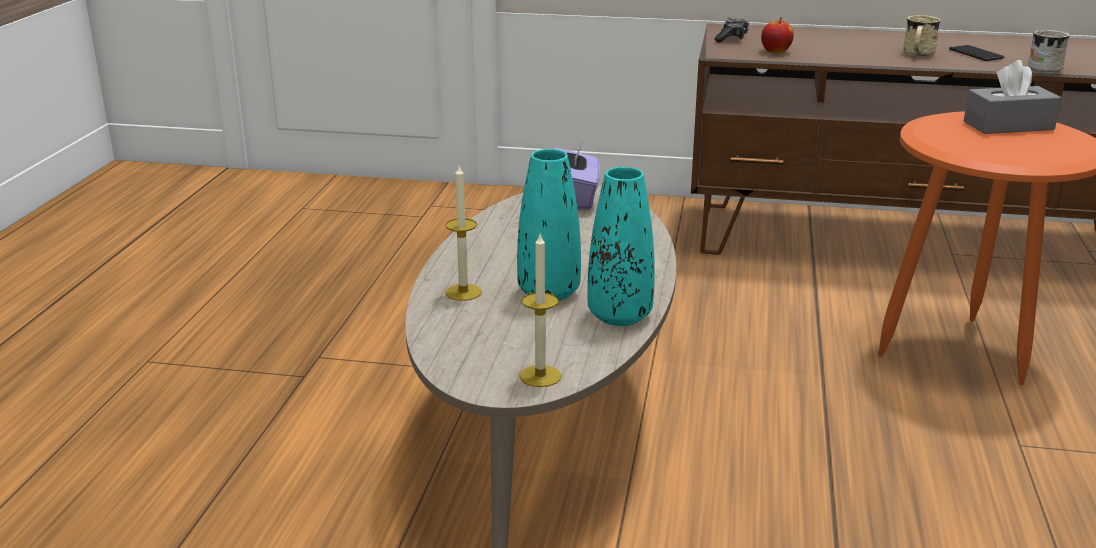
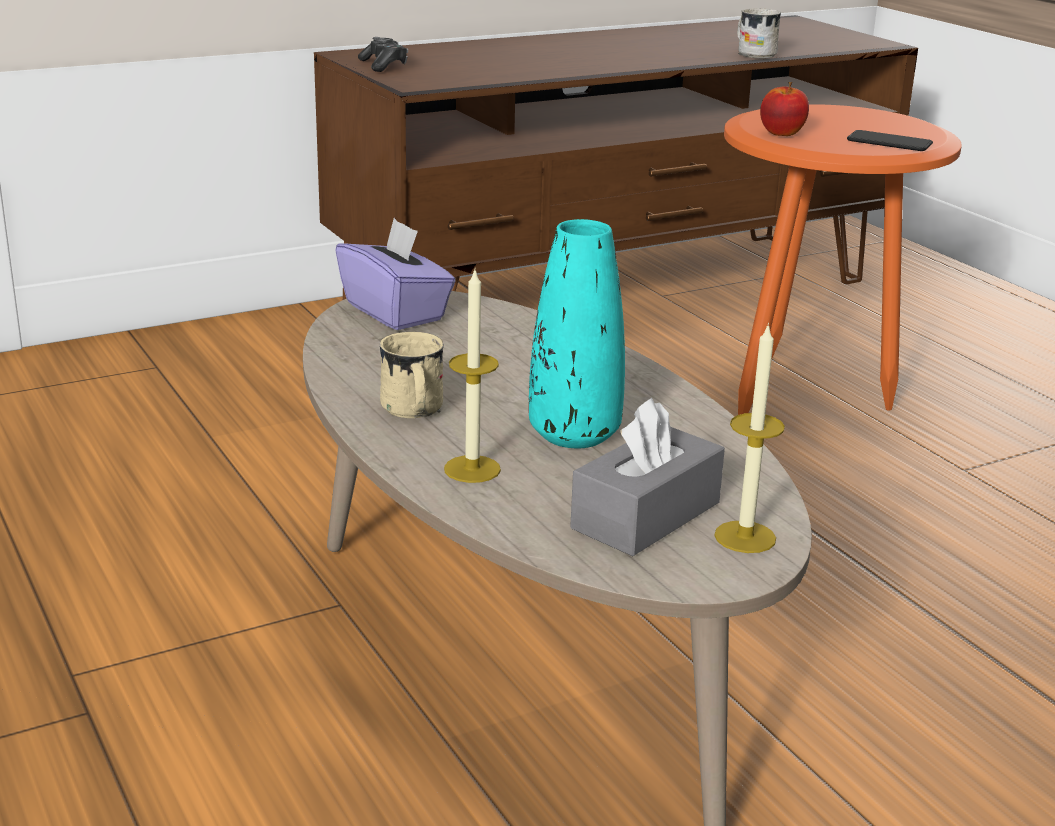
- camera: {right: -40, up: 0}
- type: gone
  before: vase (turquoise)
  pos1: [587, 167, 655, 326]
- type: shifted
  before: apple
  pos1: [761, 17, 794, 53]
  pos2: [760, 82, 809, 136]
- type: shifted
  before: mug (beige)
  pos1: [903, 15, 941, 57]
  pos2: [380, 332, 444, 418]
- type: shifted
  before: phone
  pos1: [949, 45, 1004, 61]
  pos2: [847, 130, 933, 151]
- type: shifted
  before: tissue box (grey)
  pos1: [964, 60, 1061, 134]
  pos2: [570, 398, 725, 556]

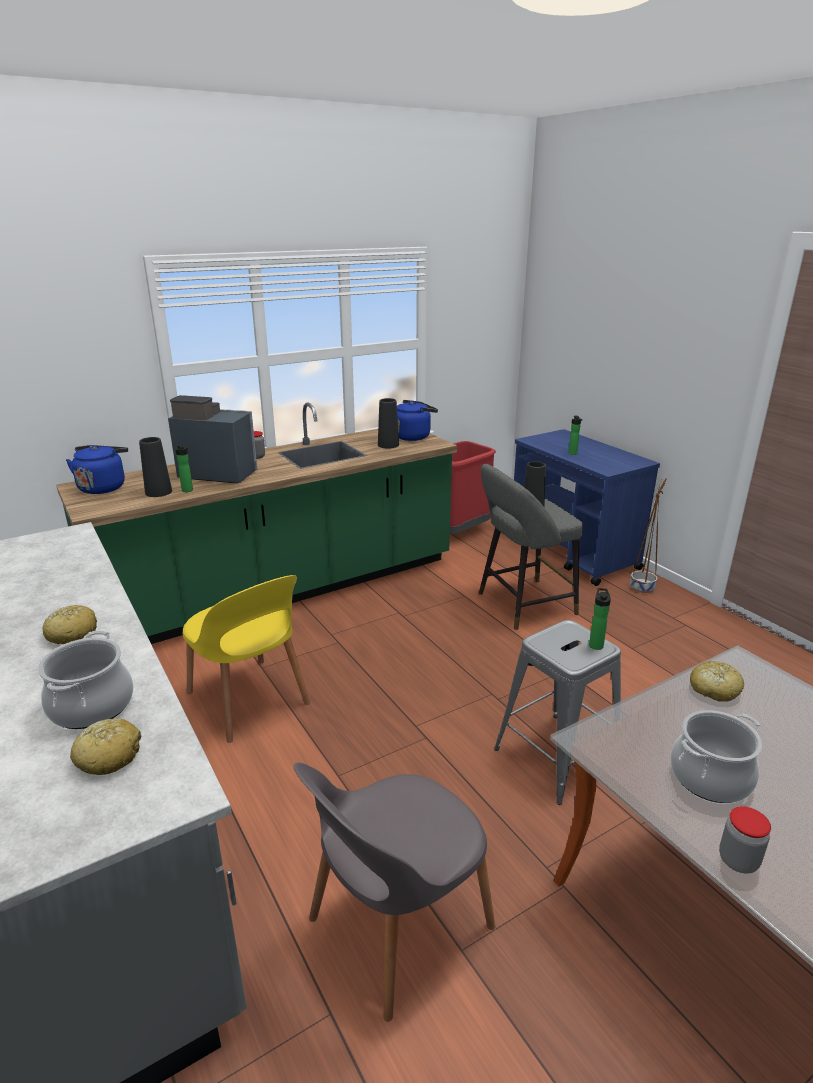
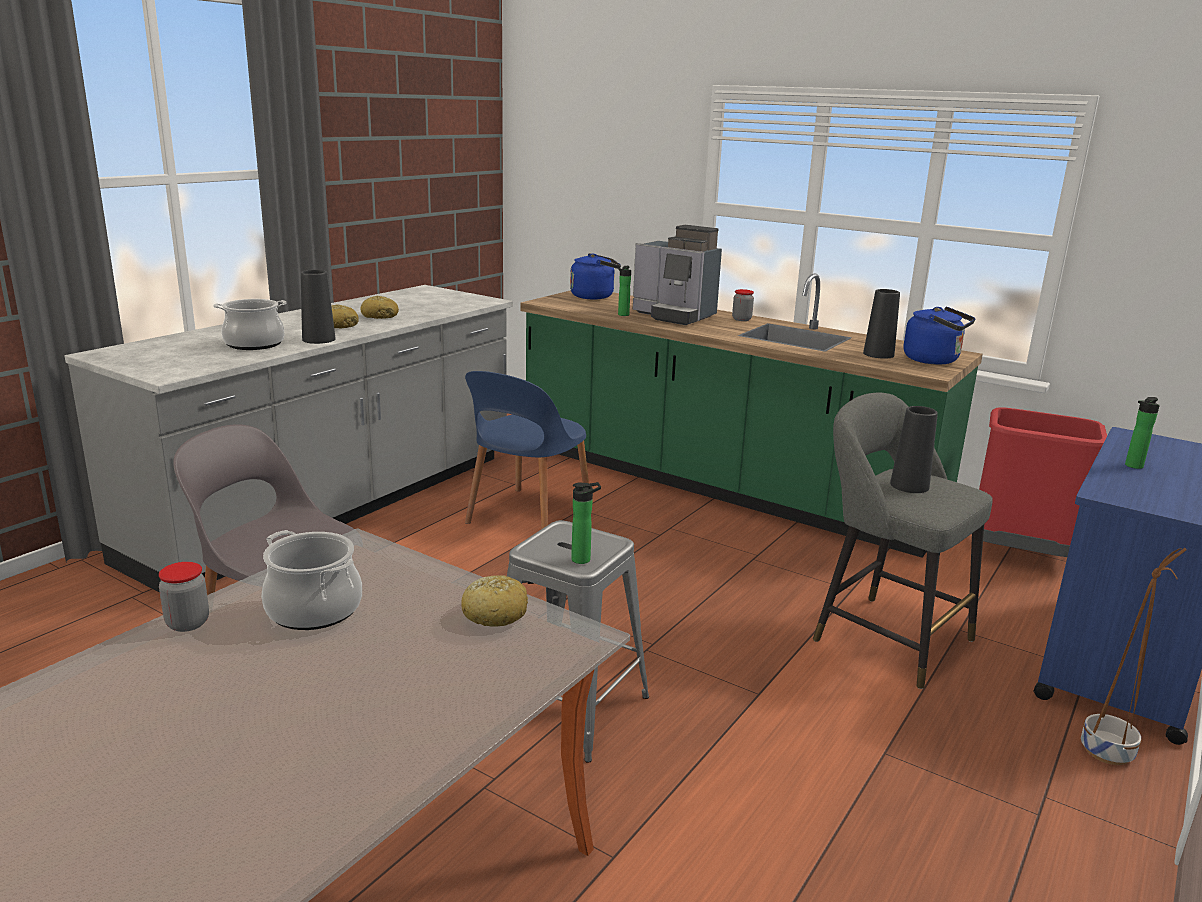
- camera: {right: 65, up: -5}
- type: shifted
  before: bread
  pos1: [70, 719, 141, 775]
  pos2: [360, 296, 399, 319]
- type: shifted
  before: vase (black)
  pos1: [139, 437, 172, 497]
  pos2: [301, 270, 336, 344]
- type: repainted
  before: chair (yellow)
  after: chair (blue)
  pos1: [183, 575, 310, 743]
  pos2: [465, 371, 589, 529]
- type: rotated
  before: coffee machine
  pos1: [168, 395, 258, 484]
  pos2: [633, 225, 722, 325]
  turn: 135

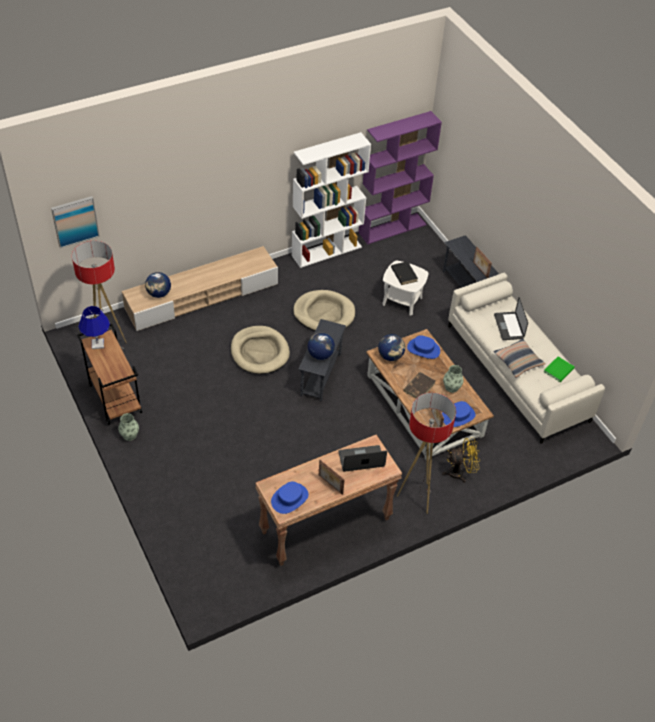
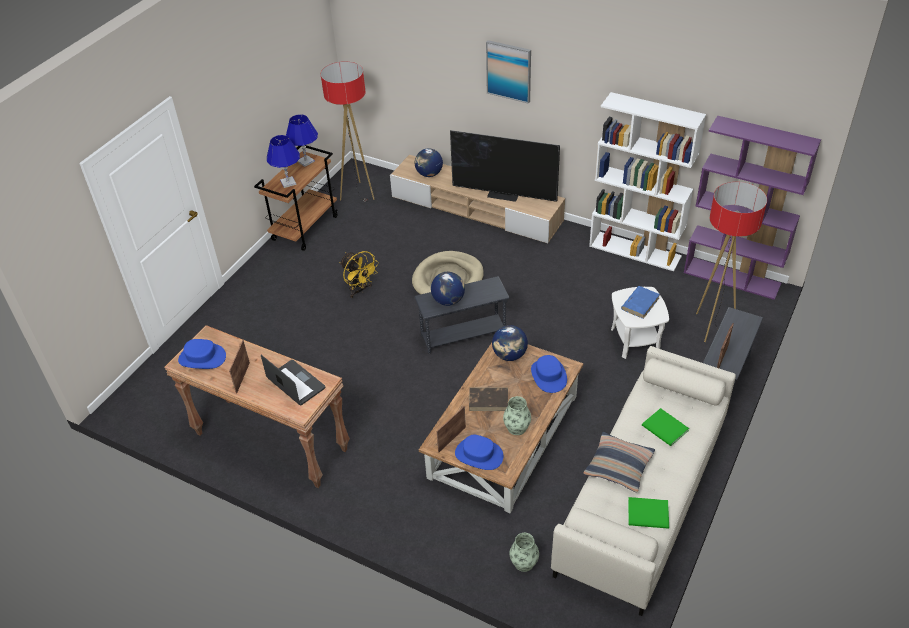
- camera: {right: 60, up: -5}
- type: gone
  before: dog bed (beige)
  pos1: [293, 290, 355, 331]
- type: new
  after: table lamp (blue)
  pos2: [267, 135, 300, 188]
- type: new
  after: television
  pos2: [450, 130, 560, 202]
- type: shifted
  before: picture
  pos1: [51, 196, 100, 248]
  pos2: [486, 40, 531, 104]
- type: shifted
  before: vase
  pos1: [118, 413, 139, 441]
  pos2: [509, 533, 539, 572]
- type: shifted
  before: floor lamp
  pos1: [397, 393, 456, 514]
  pos2: [696, 182, 767, 342]
- type: shifted
  before: fan (yellow)
  pos1: [442, 438, 480, 483]
  pos2: [340, 251, 379, 298]
- type: swapped
  before: laptop
  after: book (green)
  pos1: [494, 297, 528, 340]
  pos2: [642, 408, 689, 446]
- type: repainted
  before: book (black)
  after: book (blue)
  pos1: [391, 261, 418, 285]
  pos2: [621, 286, 660, 319]

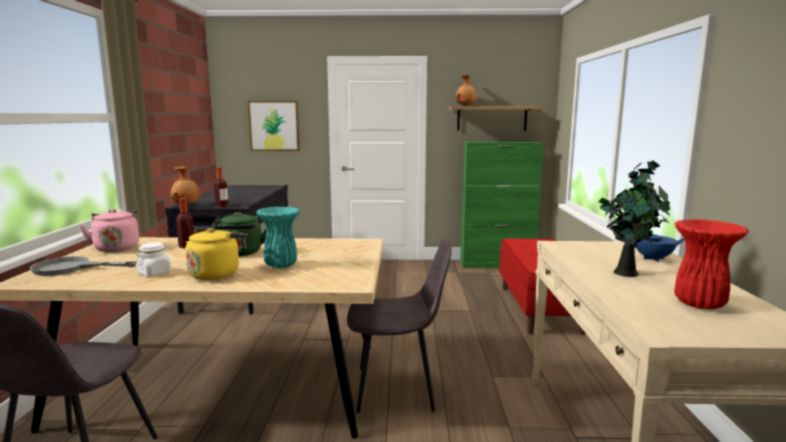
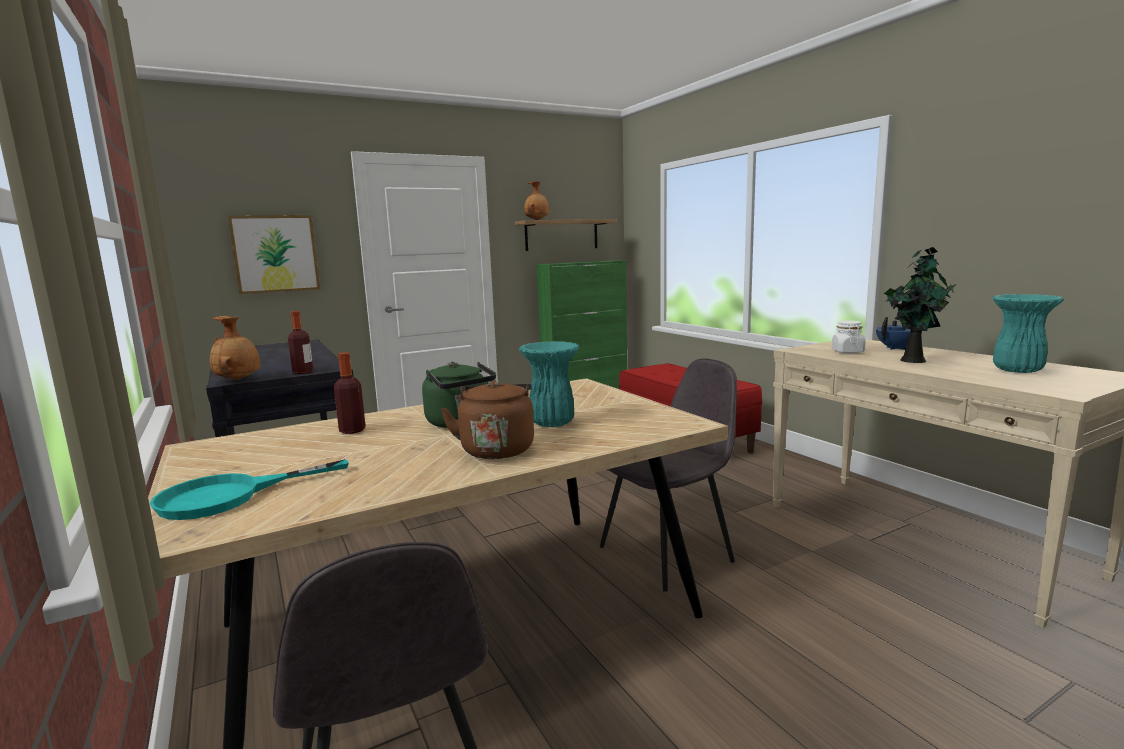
- camera: {right: -30, up: 0}
- type: gone
  before: kettle (pink)
  pos1: [80, 209, 139, 252]
- type: shifted
  before: jar (white)
  pos1: [136, 242, 171, 276]
  pos2: [832, 321, 865, 353]
- type: repainted
  before: frying pan (grey)
  after: frying pan (turquoise)
  pos1: [30, 256, 136, 276]
  pos2: [149, 459, 349, 520]
- type: repainted
  before: kettle (yellow)
  after: kettle (brown)
  pos1: [185, 228, 247, 280]
  pos2: [441, 380, 534, 459]
- type: repainted
  before: vase (red)
  after: vase (turquoise)
  pos1: [674, 219, 749, 309]
  pos2: [992, 294, 1064, 373]

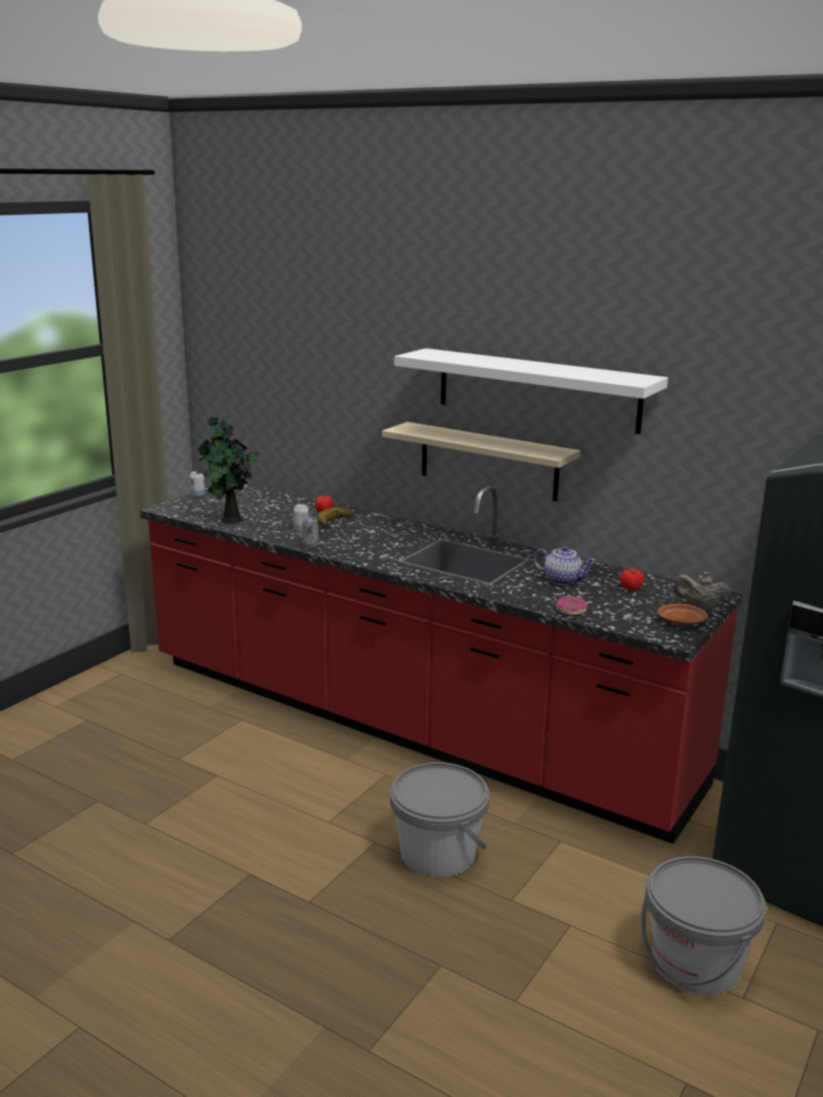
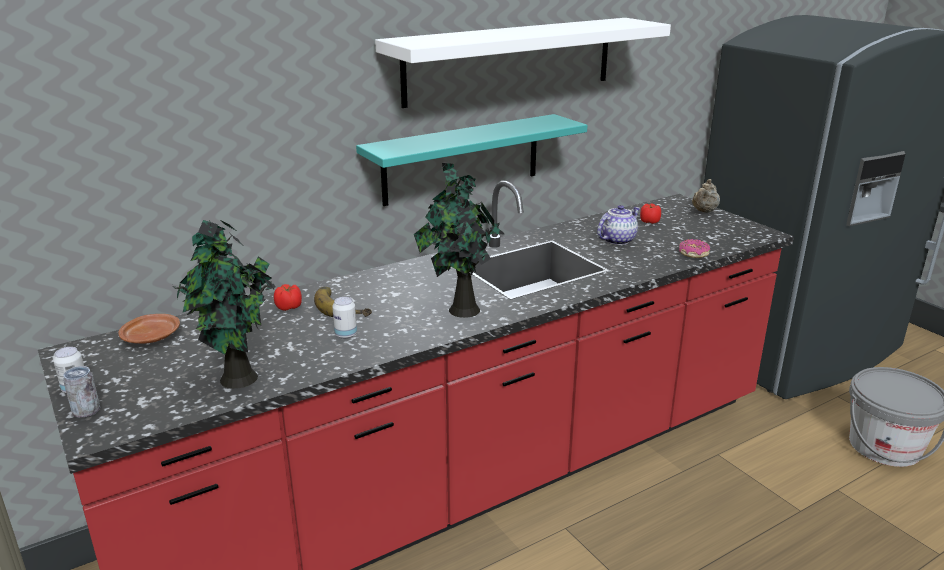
- camera: {right: -65, up: 5}
- type: gone
  before: bucket (grey)
  pos1: [390, 762, 490, 877]
- type: new
  after: potted plant
  pos2: [414, 161, 504, 318]
- type: shifted
  before: can
  pos1: [302, 518, 319, 548]
  pos2: [63, 366, 100, 418]
- type: shifted
  before: plate (brown)
  pos1: [657, 604, 708, 626]
  pos2: [118, 314, 180, 344]
- type: repainted
  before: shelf (beige)
  after: shelf (turquoise)
  pos1: [382, 422, 580, 501]
  pos2: [356, 114, 588, 206]

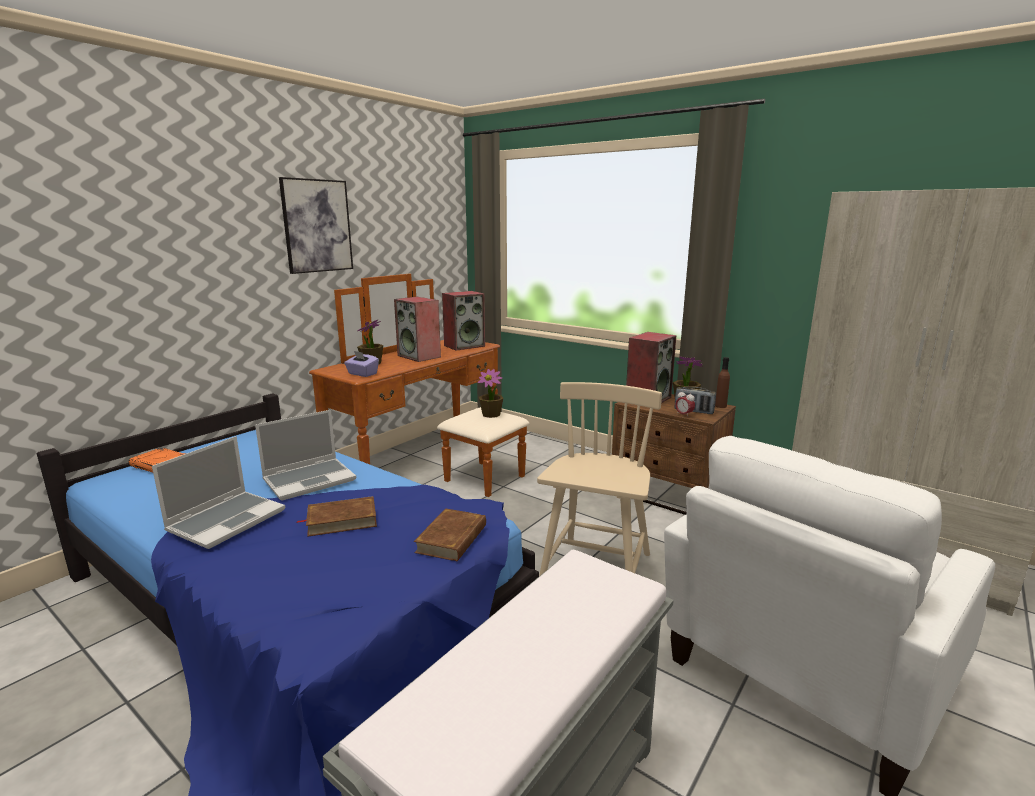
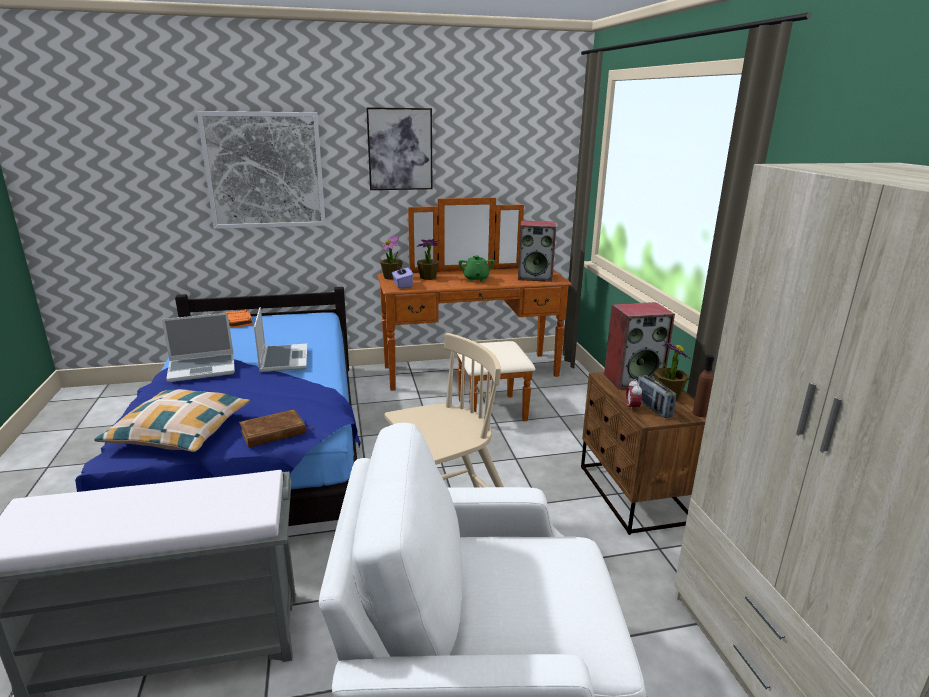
- camera: {right: 40, up: 5}
- type: gone
  before: book (brown)
  pos1: [296, 496, 377, 537]
- type: new
  after: pillow
  pos2: [94, 389, 250, 452]
- type: new
  after: picture
  pos2: [197, 111, 326, 229]
- type: shifted
  before: potted plant
  pos1: [478, 369, 503, 418]
  pos2: [380, 235, 403, 280]
- type: swapped
  before: speaker
  after: teapot (green)
  pos1: [394, 297, 441, 362]
  pos2: [459, 256, 495, 282]
- type: rotated
  before: laptop
  pos1: [255, 410, 356, 501]
  pos2: [254, 307, 308, 372]
  turn: -105

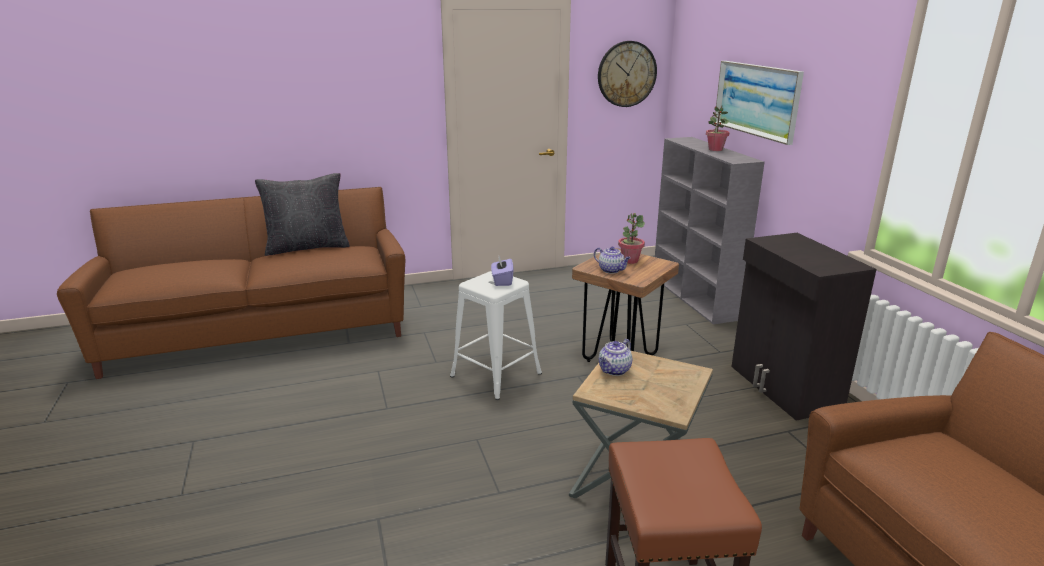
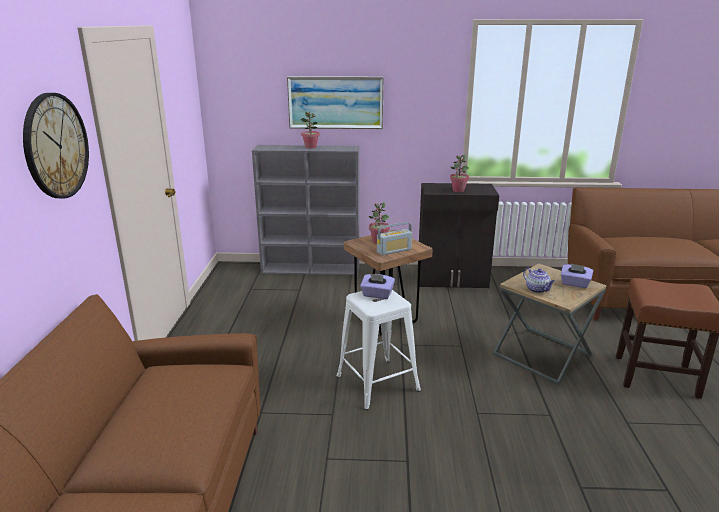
- camera: {right: -70, up: 0}
- type: gone
  before: pillow (black)
  pos1: [255, 173, 350, 256]
- type: new
  after: potted plant
  pos2: [450, 155, 469, 192]
- type: new
  after: tissue box (purple)
  pos2: [561, 263, 593, 288]
- type: shifted
  before: wall clock
  pos1: [598, 41, 657, 107]
  pos2: [23, 93, 89, 198]
- type: swapped
  before: teapot
  after: radio
  pos1: [594, 247, 631, 274]
  pos2: [377, 222, 412, 255]

